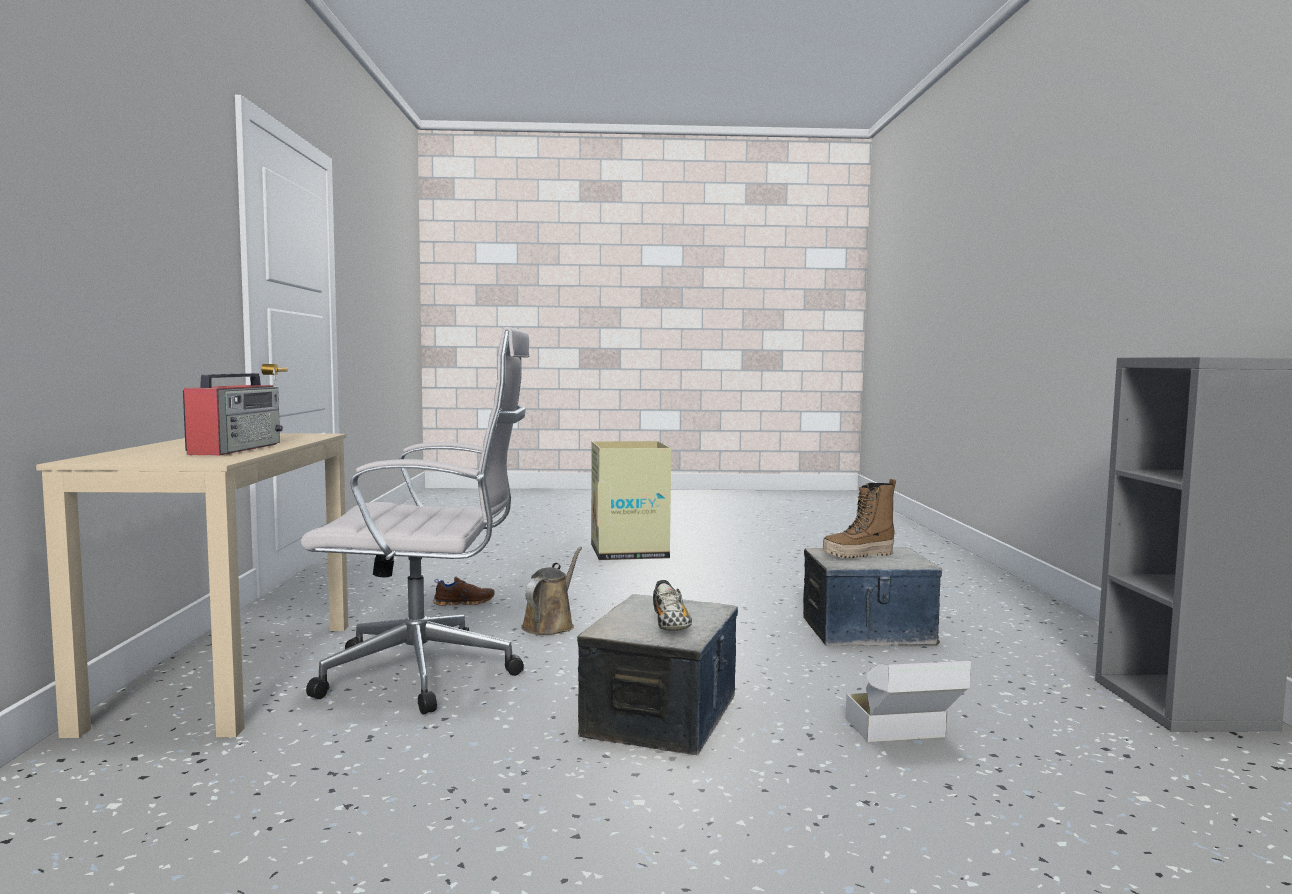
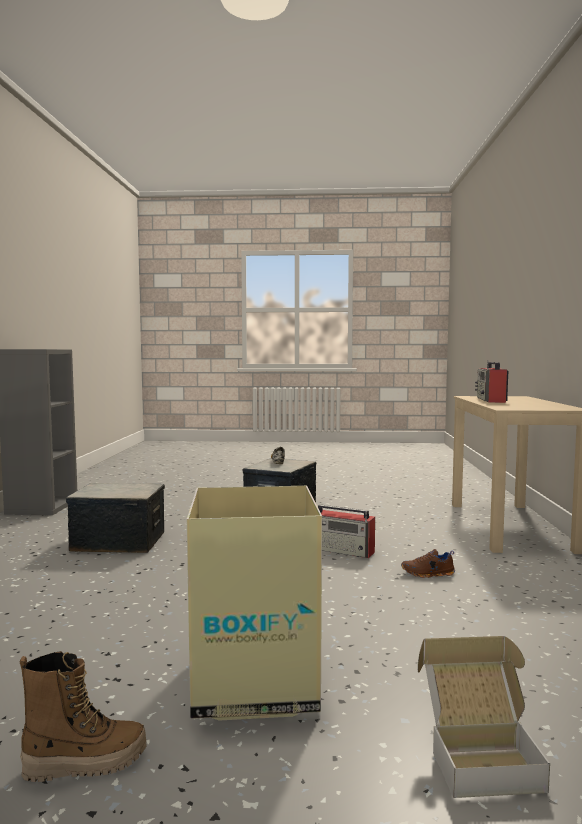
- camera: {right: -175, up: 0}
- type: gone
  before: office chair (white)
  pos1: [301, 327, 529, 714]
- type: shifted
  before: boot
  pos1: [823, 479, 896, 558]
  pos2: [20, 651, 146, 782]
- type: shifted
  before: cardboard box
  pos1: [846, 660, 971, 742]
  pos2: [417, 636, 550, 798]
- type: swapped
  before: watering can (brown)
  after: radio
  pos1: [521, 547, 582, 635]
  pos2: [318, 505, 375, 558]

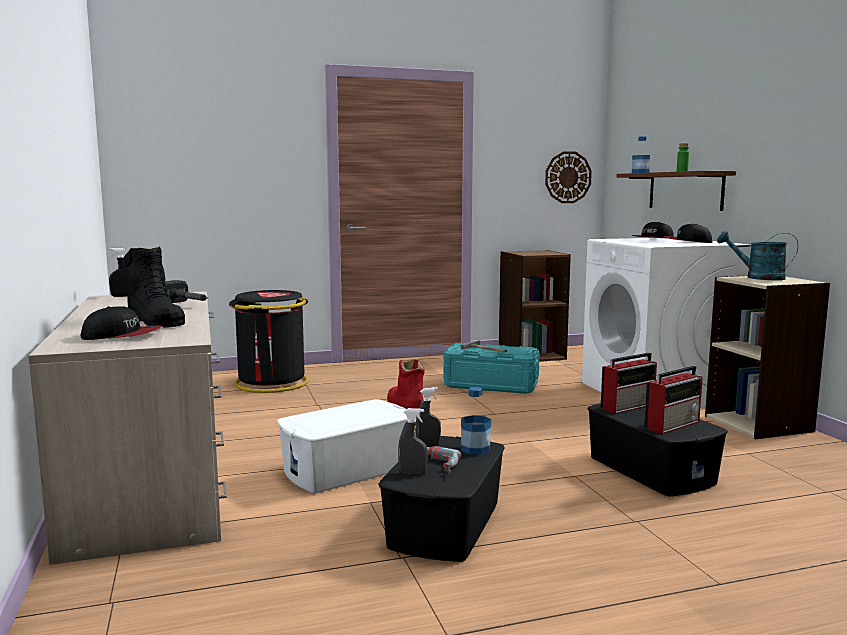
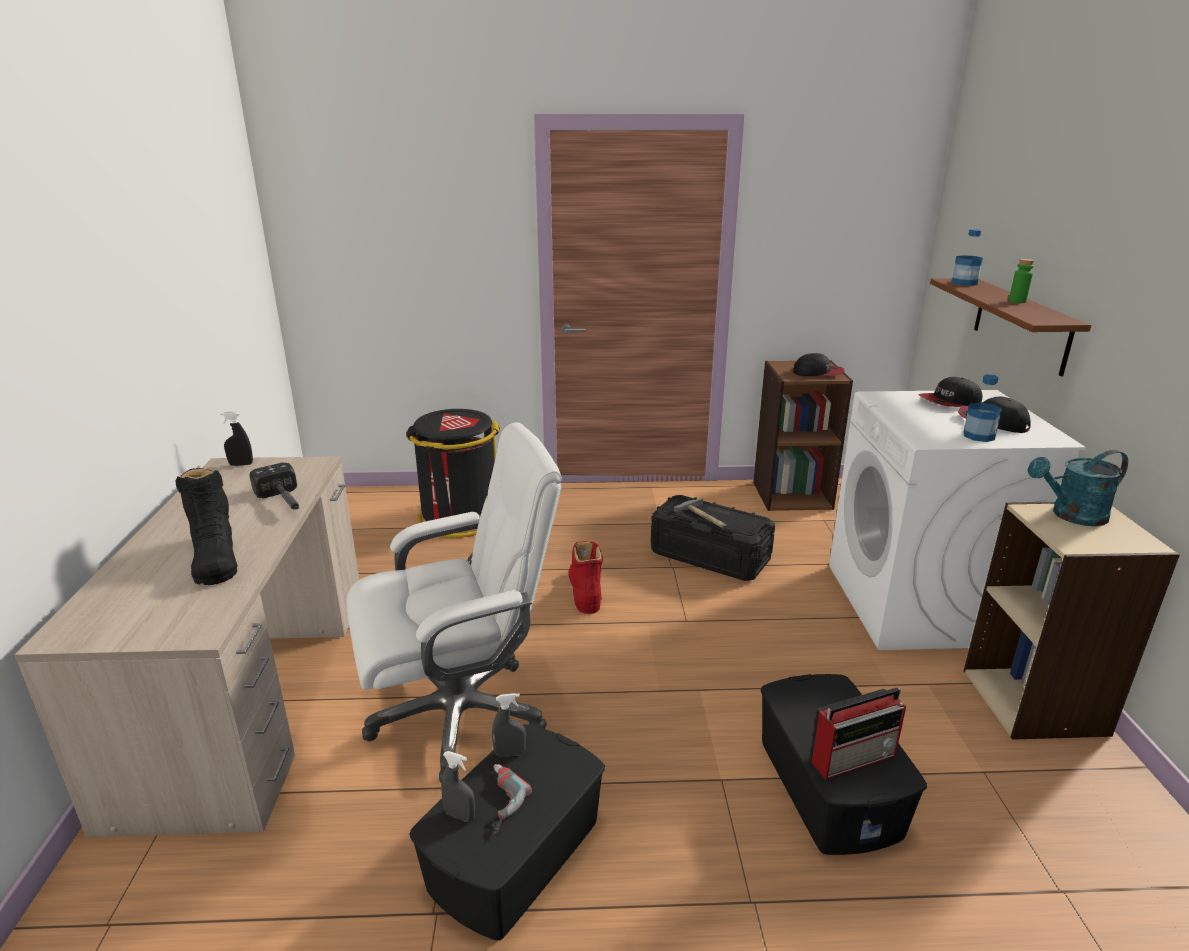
- camera: {right: 15, up: 15}
- type: gone
  before: wall clock
  pos1: [545, 151, 592, 203]
- type: gone
  before: radio
  pos1: [601, 353, 657, 414]
- type: shifted
  before: cap
  pos1: [81, 306, 162, 340]
  pos2: [793, 353, 845, 376]
- type: shifted
  before: bottle
  pos1: [461, 387, 491, 455]
  pos2: [964, 374, 1002, 442]
- type: swapped
  before: storage box (white)
  after: office chair (white)
  pos1: [277, 399, 416, 493]
  pos2: [346, 422, 562, 782]
- type: repainted
  before: storage box (turquoise)
  after: storage box (black)
  pos1: [443, 343, 540, 394]
  pos2: [651, 495, 775, 581]
- type: rotated
  before: watering can (turquoise)
  pos1: [717, 230, 799, 280]
  pos2: [1027, 450, 1128, 526]
  turn: -60

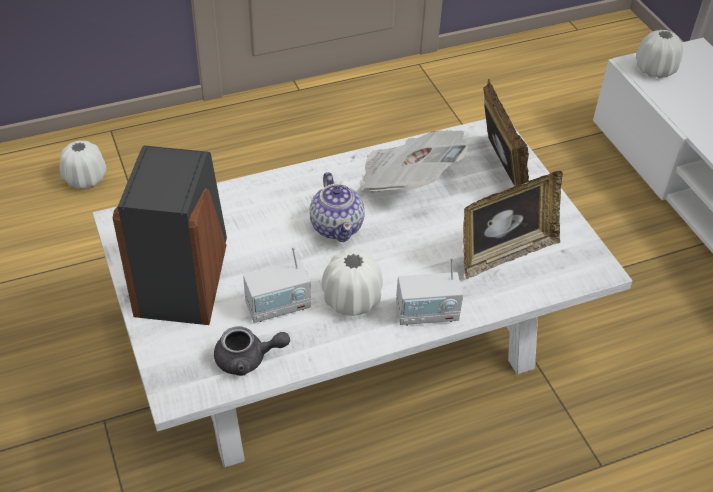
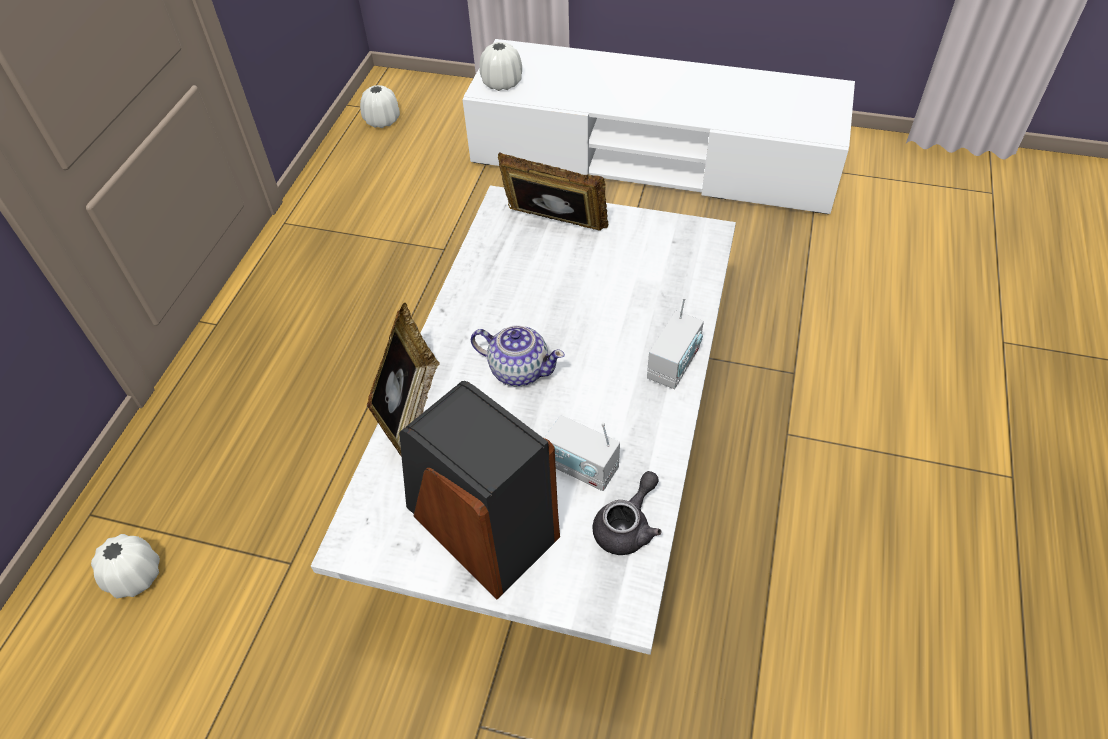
- camera: {right: -50, up: 5}
- type: gone
  before: newspaper
  pos1: [360, 130, 468, 191]
- type: shifted
  before: vase (white)
  pos1: [321, 250, 383, 316]
  pos2: [360, 85, 400, 128]
- type: shifted
  before: picture frame
  pos1: [463, 171, 563, 279]
  pos2: [367, 303, 440, 457]
- type: rotated
  before: radio
  pos1: [243, 246, 311, 323]
  pos2: [544, 415, 620, 491]
  turn: 105

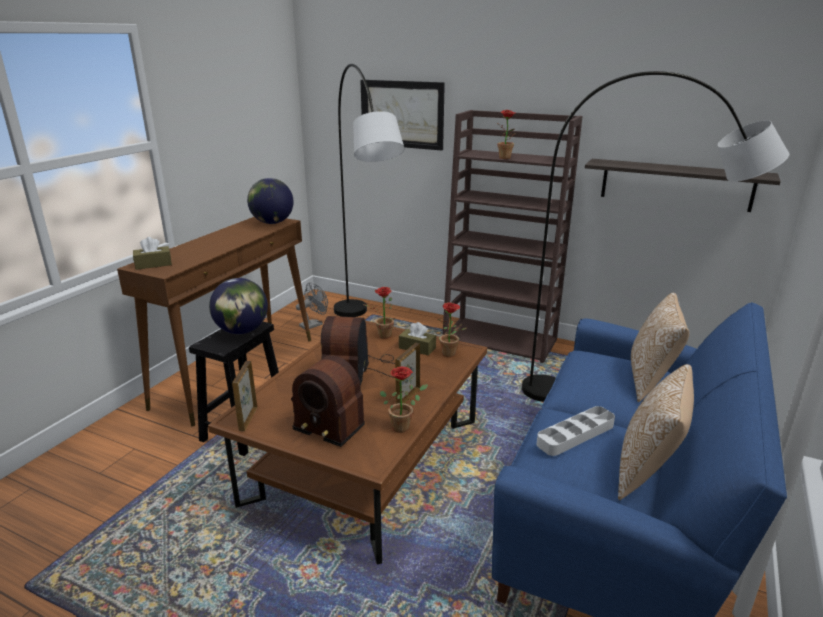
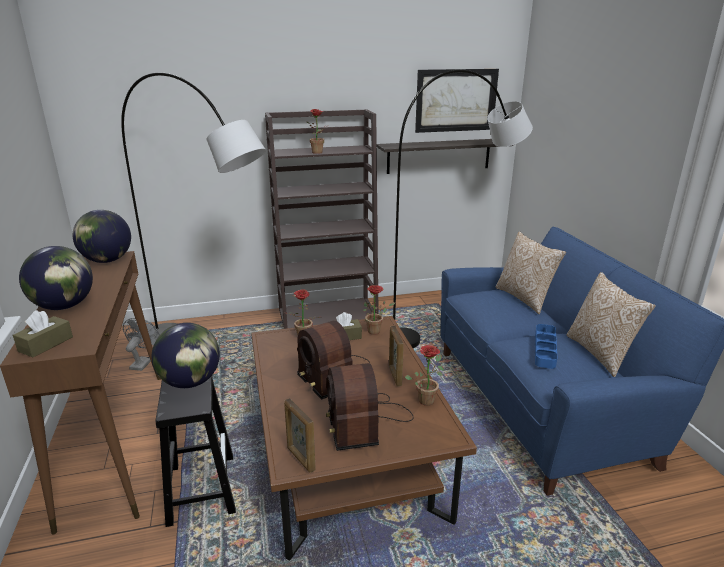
- camera: {right: -40, up: 0}
- type: new
  after: globe
  pos2: [19, 246, 93, 310]
- type: shifted
  before: picture
  pos1: [360, 80, 445, 150]
  pos2: [415, 69, 499, 133]
- type: repainted
  before: tray (grey)
  after: tray (blue)
  pos1: [537, 406, 615, 456]
  pos2: [535, 324, 558, 369]
- type: rotated
  before: radio
  pos1: [291, 355, 365, 447]
  pos2: [326, 363, 414, 451]
  turn: 90

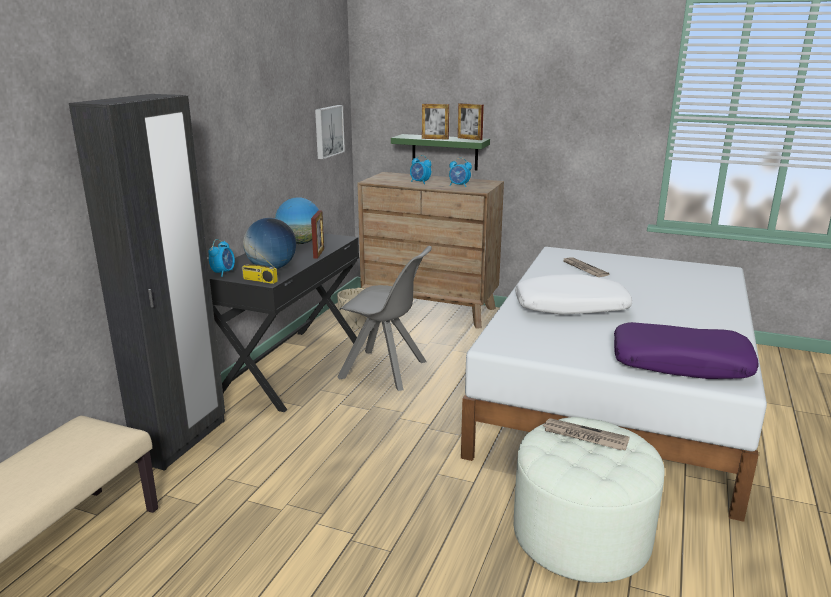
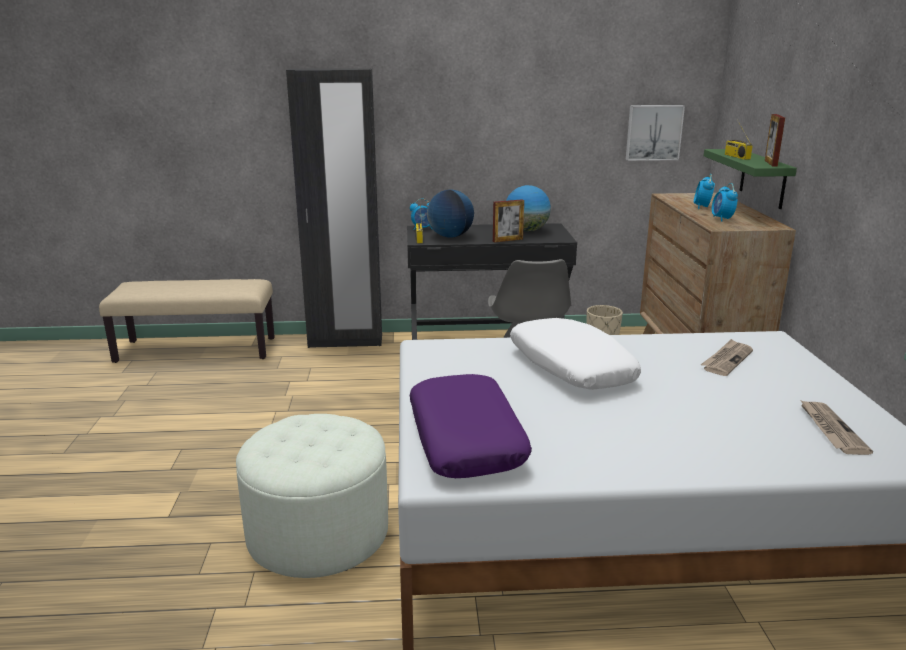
- camera: {right: 65, up: 0}
- type: shifted
  before: newspaper
  pos1: [543, 418, 630, 450]
  pos2: [800, 400, 873, 455]
- type: swapped
  before: picture frame
  after: radio
  pos1: [422, 103, 449, 140]
  pos2: [725, 121, 753, 160]

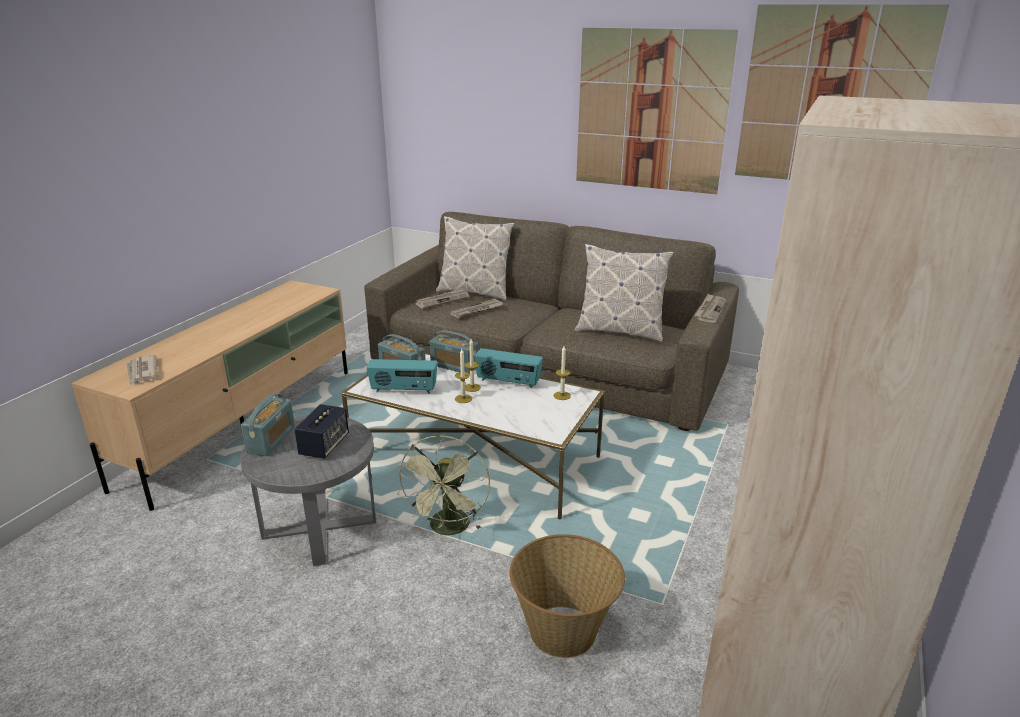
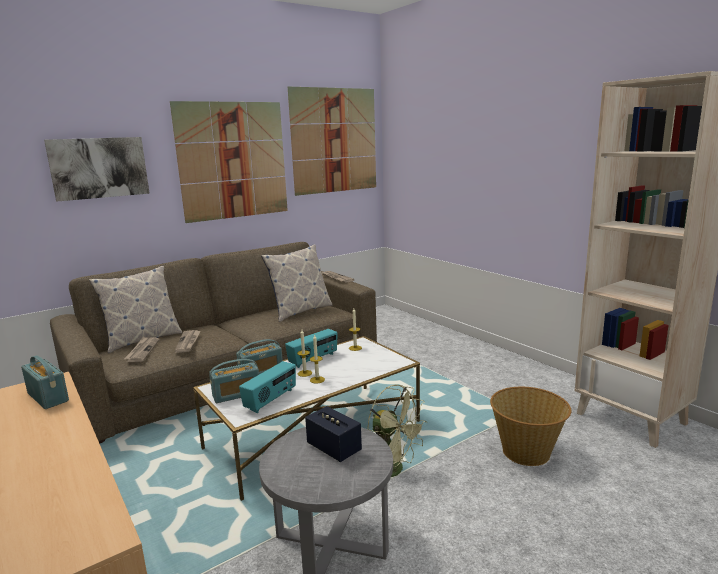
- camera: {right: -60, up: -10}
- type: gone
  before: newspaper
  pos1: [126, 355, 158, 386]
- type: new
  after: picture
  pos2: [44, 137, 150, 201]
- type: shifted
  before: radio
  pos1: [241, 393, 295, 456]
  pos2: [21, 355, 69, 409]

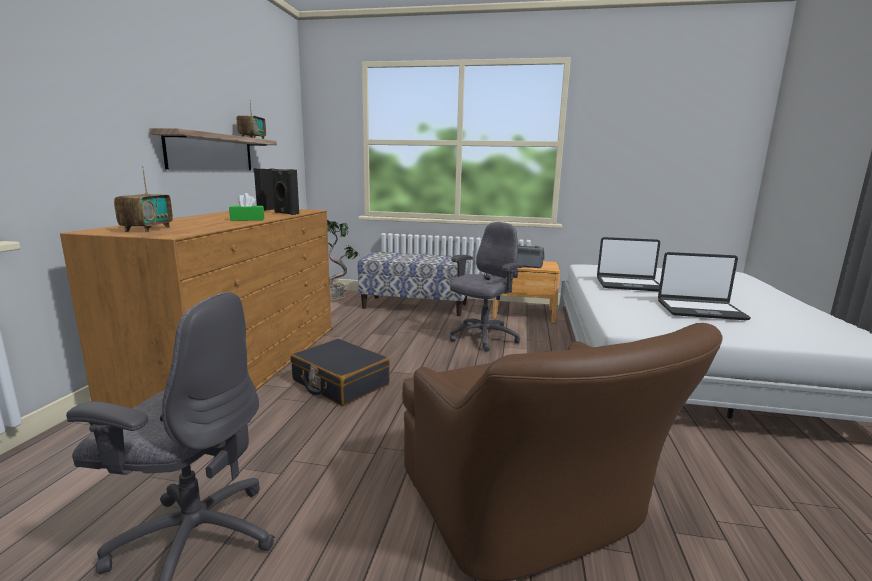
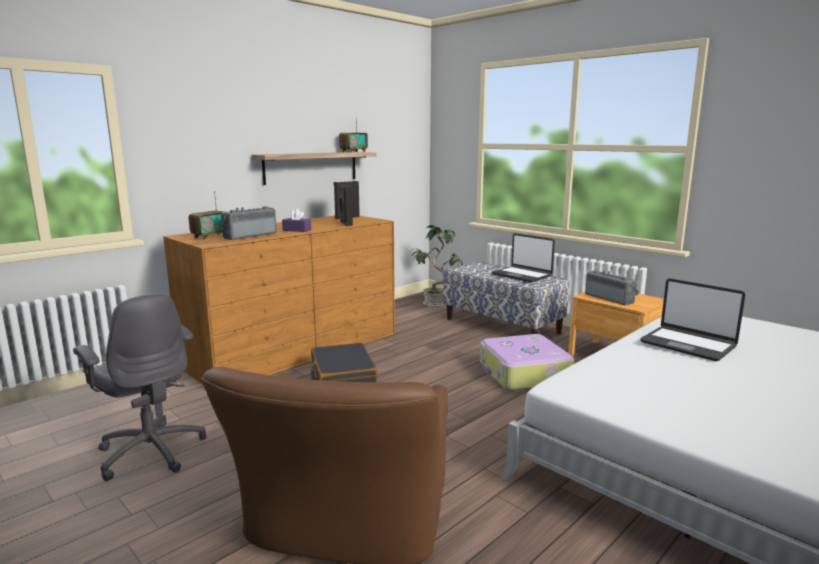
- camera: {right: 35, up: 0}
- type: new
  after: radio
  pos2: [218, 206, 277, 240]
- type: shifted
  before: laptop
  pos1: [658, 252, 751, 320]
  pos2: [492, 233, 555, 282]
- type: swapped
  before: office chair (grey)
  after: suitcase
  pos1: [450, 222, 523, 352]
  pos2: [480, 334, 574, 391]
- type: repainted
  before: tissue box (green)
  after: tissue box (purple)
  pos1: [229, 193, 264, 221]
  pos2: [282, 208, 311, 232]

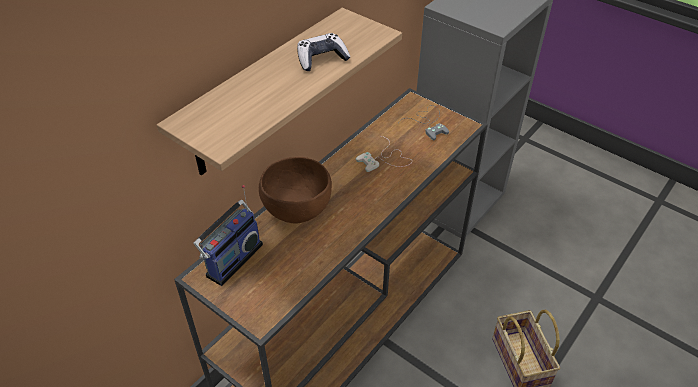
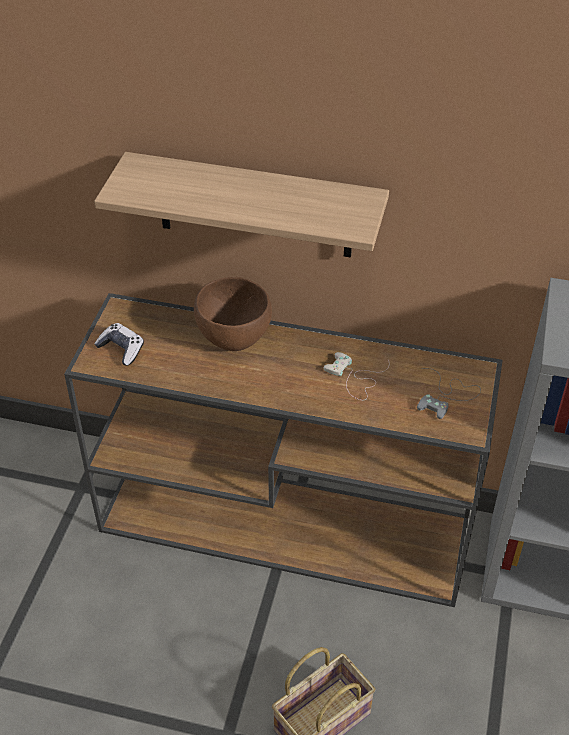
- camera: {right: 65, up: 0}
- type: gone
  before: radio
  pos1: [193, 185, 263, 286]
- type: shifted
  before: game controller
  pos1: [297, 33, 350, 71]
  pos2: [94, 323, 144, 366]

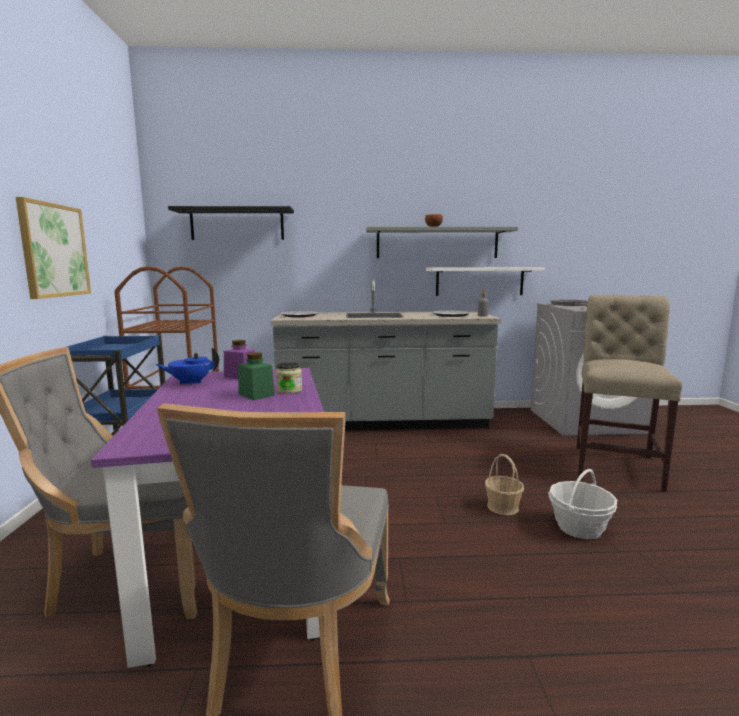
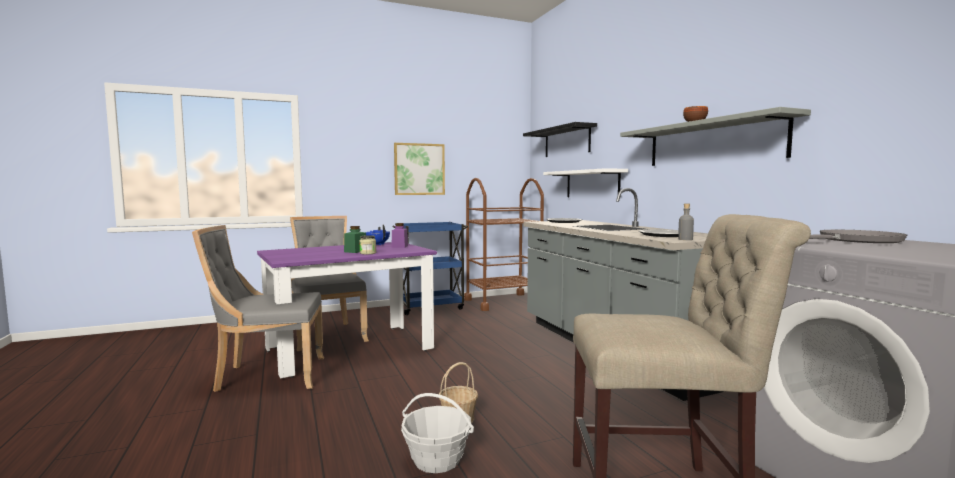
- camera: {right: 70, up: -5}
- type: shifted
  before: shelf (white)
  pos1: [426, 267, 545, 296]
  pos2: [543, 168, 628, 197]

